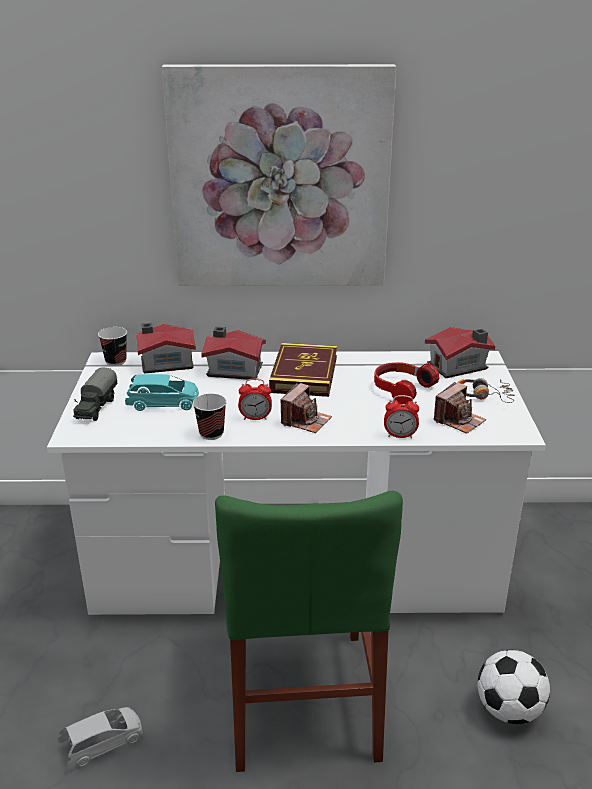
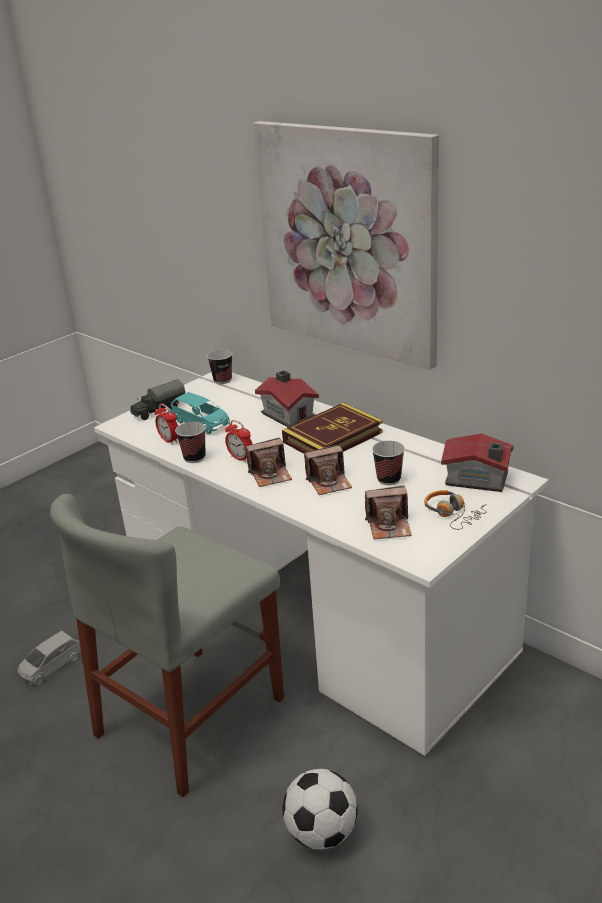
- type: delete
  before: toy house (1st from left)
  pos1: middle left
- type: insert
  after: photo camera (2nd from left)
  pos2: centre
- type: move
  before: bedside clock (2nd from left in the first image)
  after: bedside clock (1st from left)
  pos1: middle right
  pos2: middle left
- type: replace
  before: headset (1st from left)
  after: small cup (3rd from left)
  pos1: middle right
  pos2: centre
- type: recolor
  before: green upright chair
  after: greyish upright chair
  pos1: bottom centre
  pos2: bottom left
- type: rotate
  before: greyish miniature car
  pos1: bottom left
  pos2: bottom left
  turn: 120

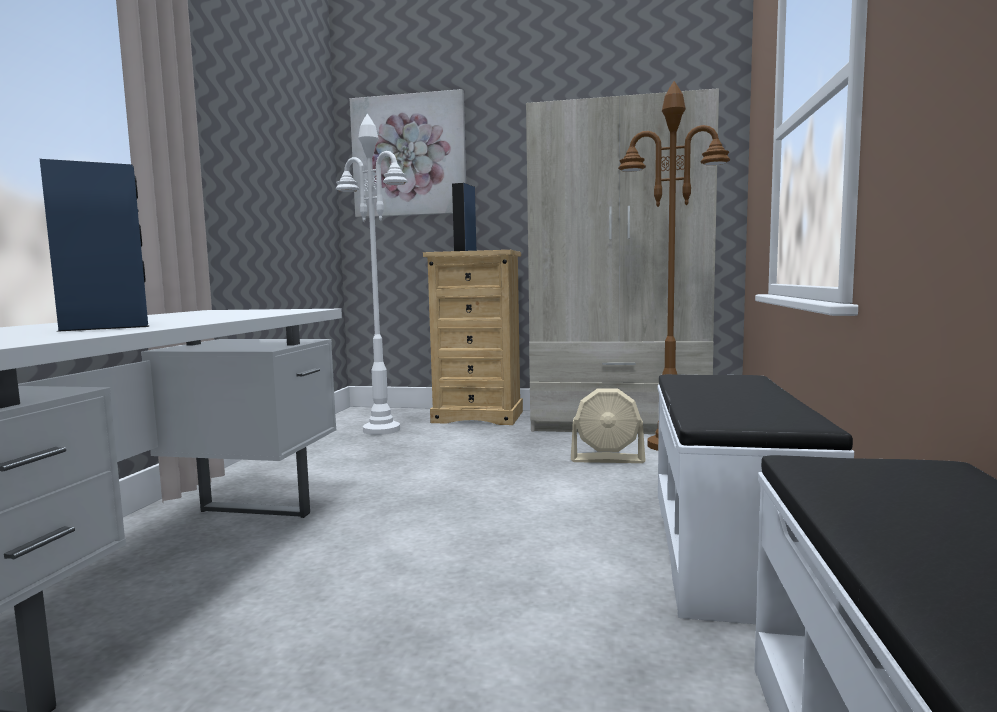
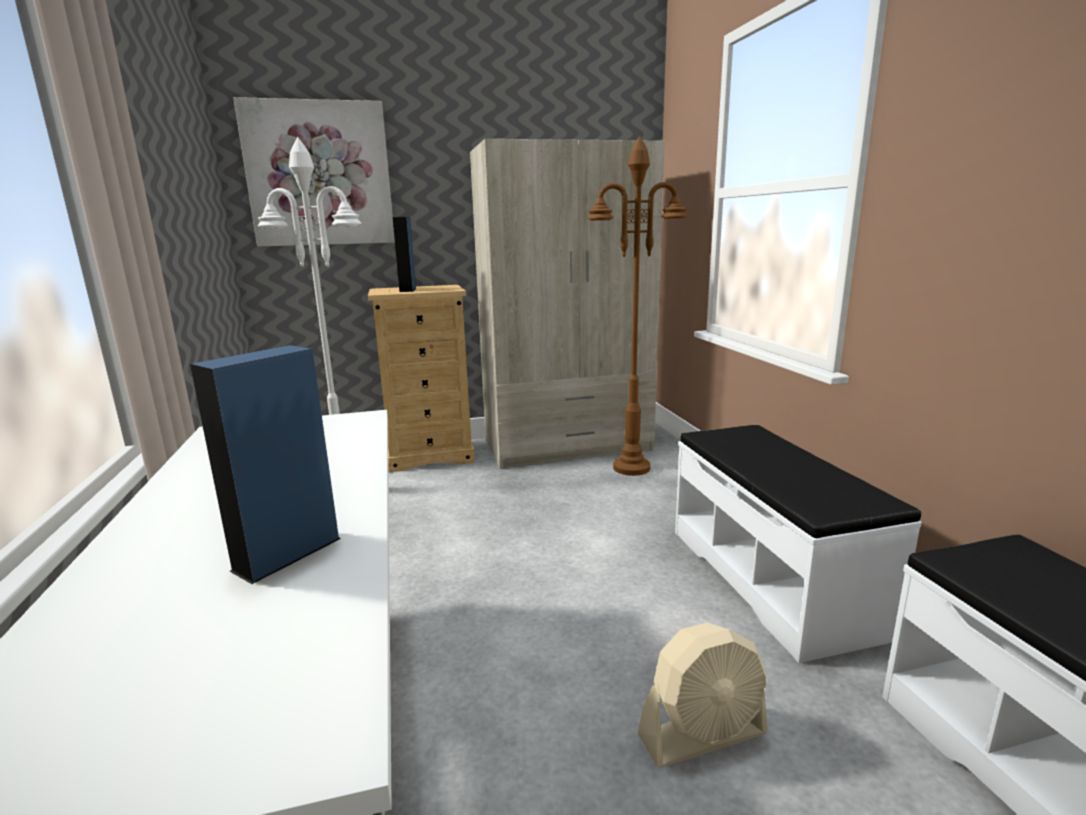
- type: move
  before: beige-coloured electric fan
  pos1: centre
  pos2: bottom centre

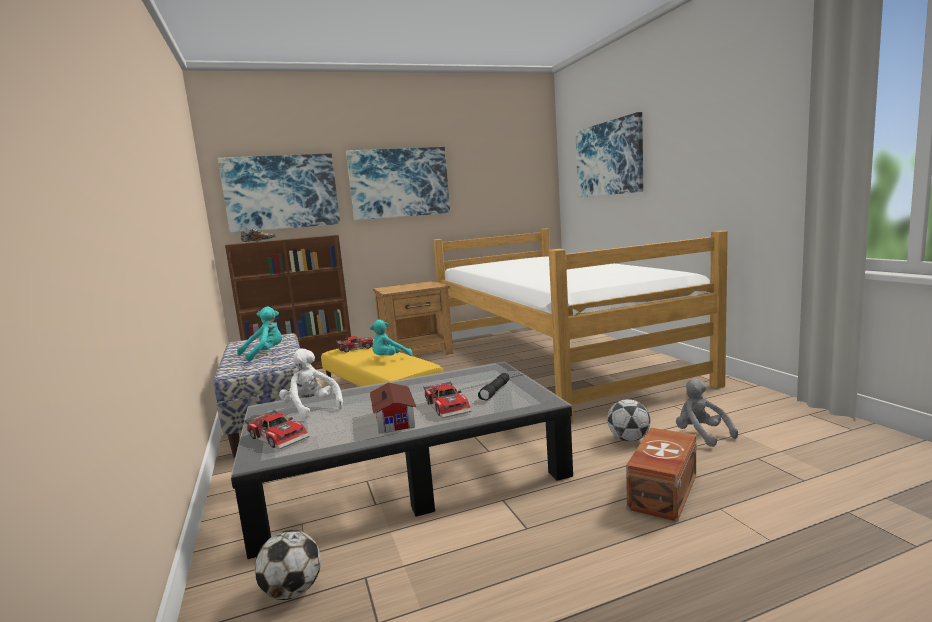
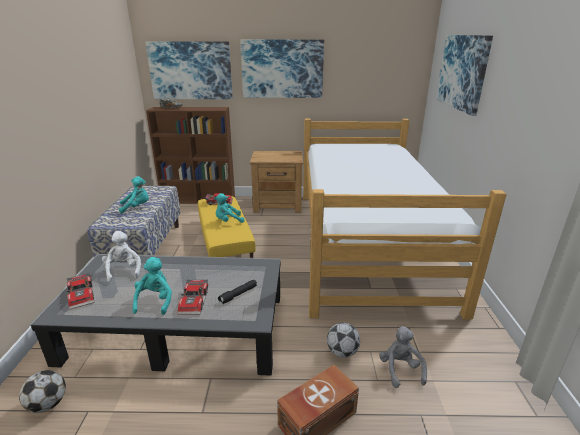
- type: replace
  before: toy house
  after: turquoise plush toy (2nd from left)
  pos1: centre
  pos2: middle left

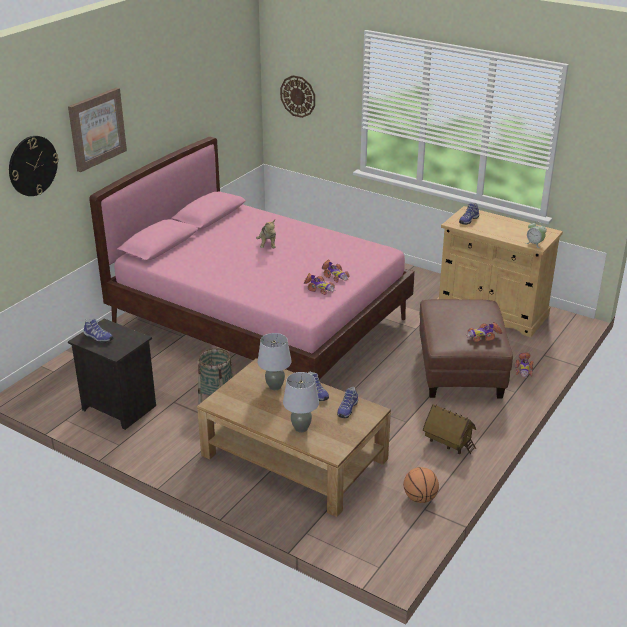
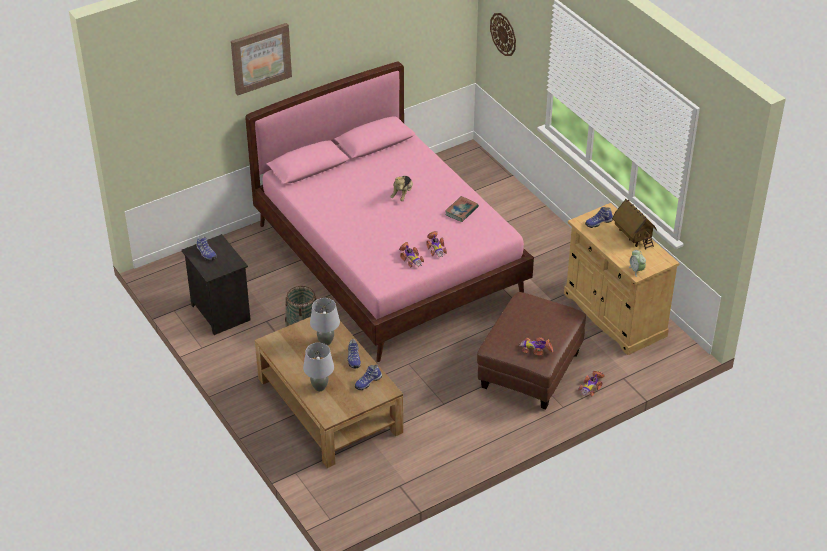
- type: delete
  before: wall clock (1st from left)
  pos1: top left
- type: delete
  before: basketball
  pos1: bottom right
- type: insert
  after: bound book
  pos2: centre
- type: move
  before: toy house
  pos1: bottom right
  pos2: middle right

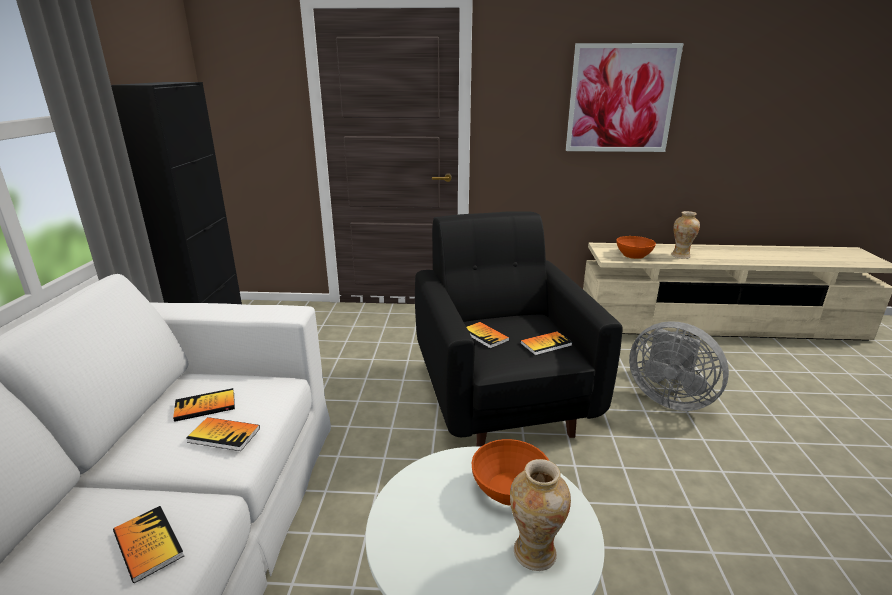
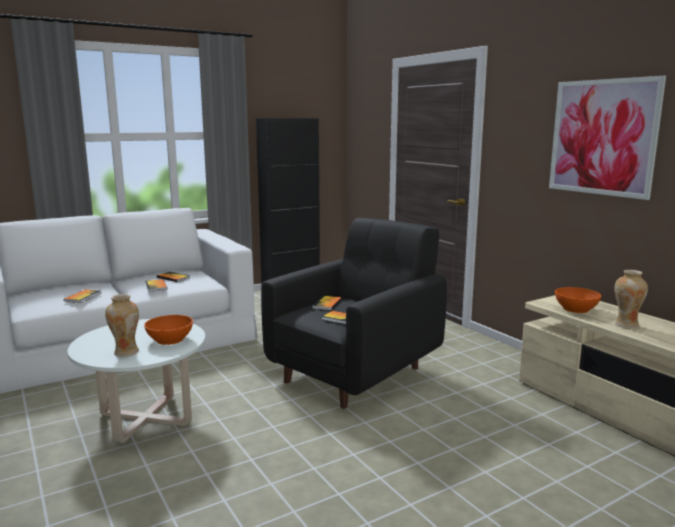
- type: delete
  before: greyish electric fan
  pos1: middle right

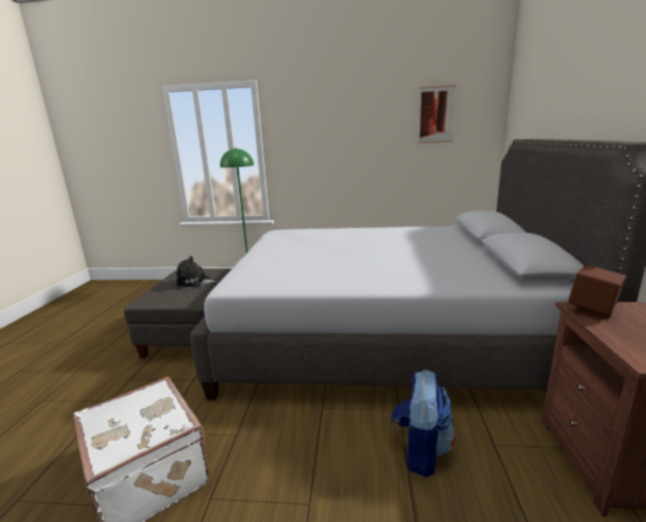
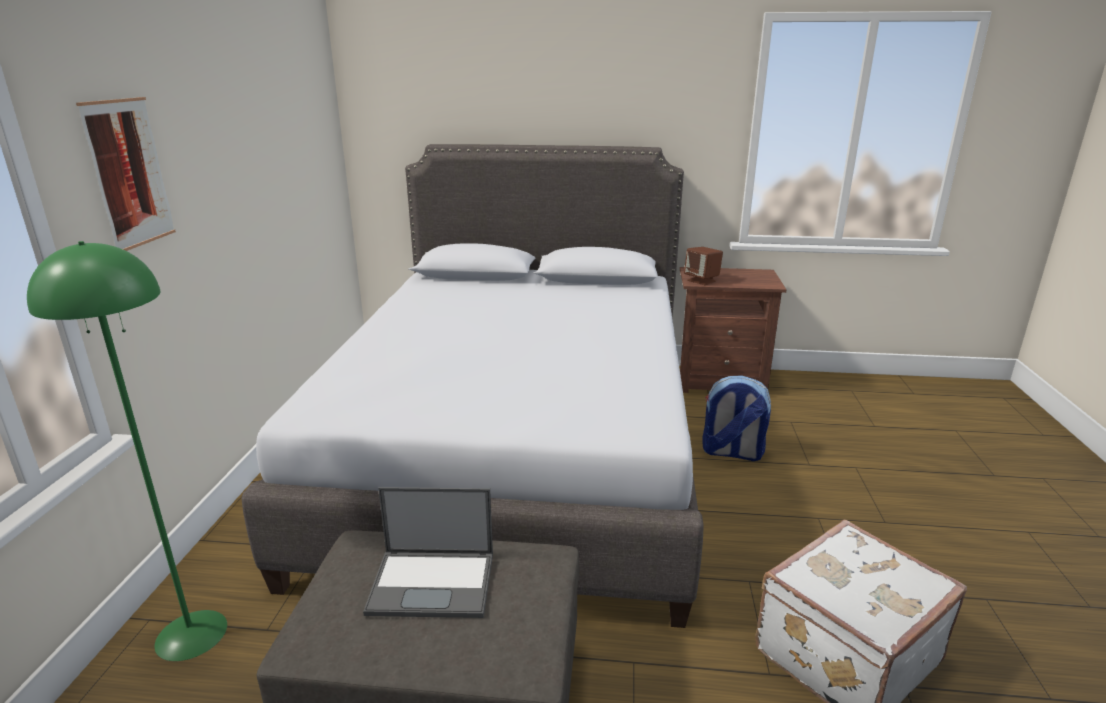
- type: move
  before: wall art
  pos1: top right
  pos2: top left
- type: replace
  before: plush toy
  after: notebook computer
  pos1: middle left
  pos2: bottom centre

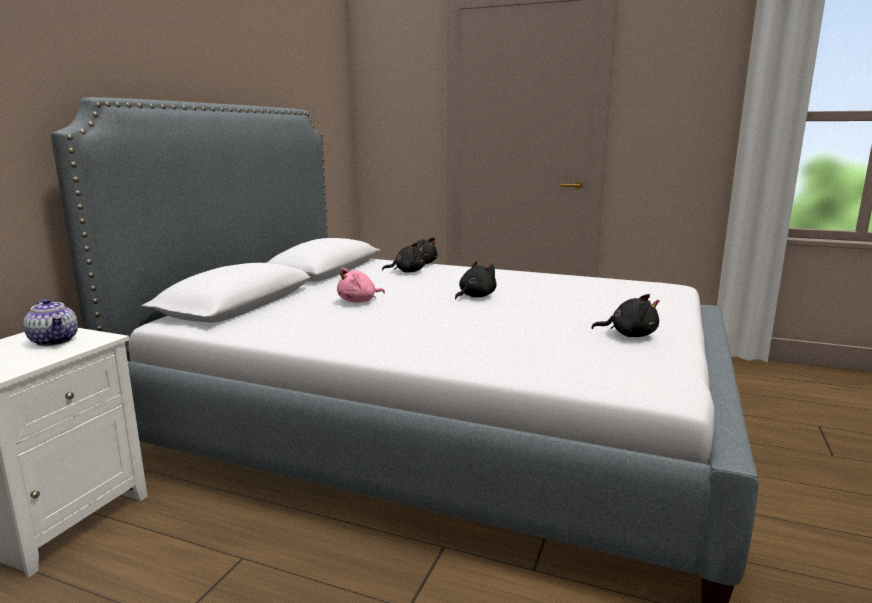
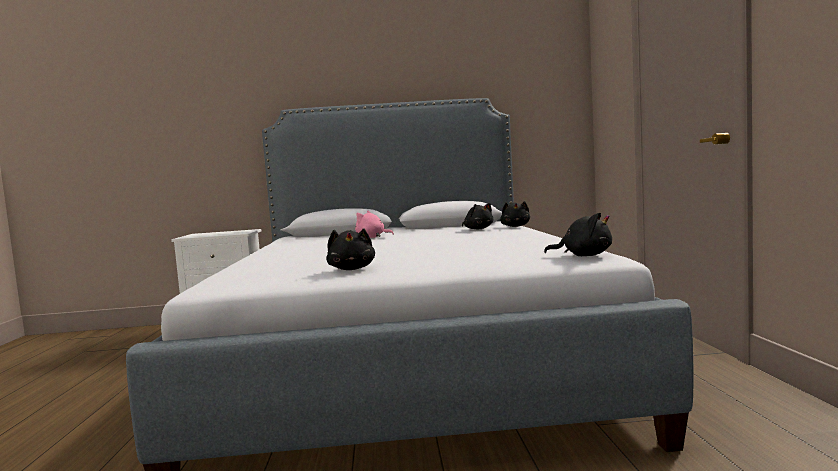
- type: delete
  before: teapot
  pos1: middle left
- type: move
  before: black-coloured plush toy (3rd from left in the first image)
  after: black-coloured plush toy (4th from left)
  pos1: centre
  pos2: middle right

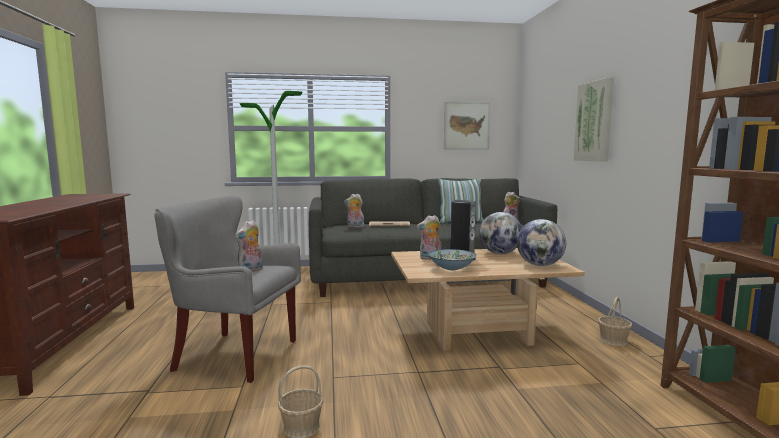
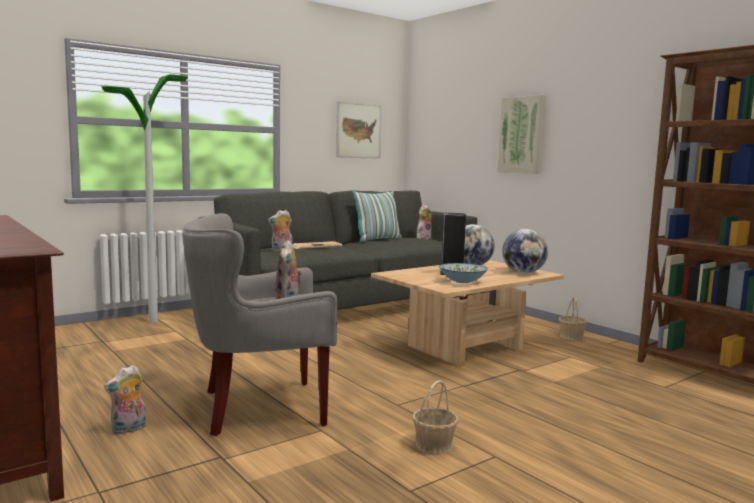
- type: move
  before: plush toy (3rd from left in the first image)
  after: plush toy (1st from left)
  pos1: centre
  pos2: bottom left

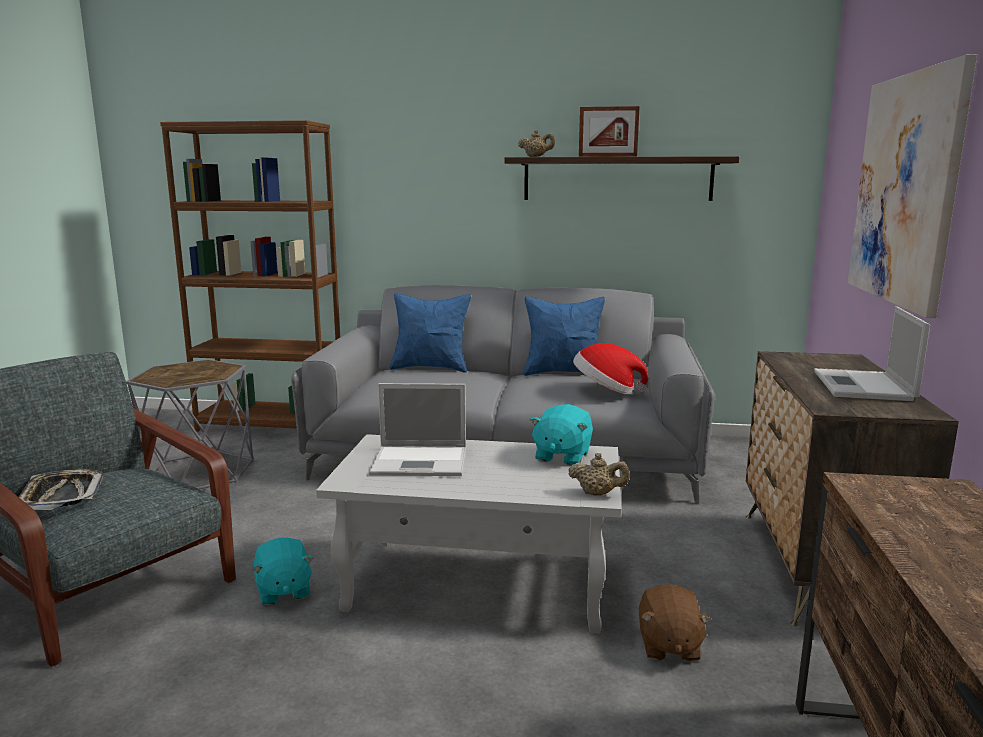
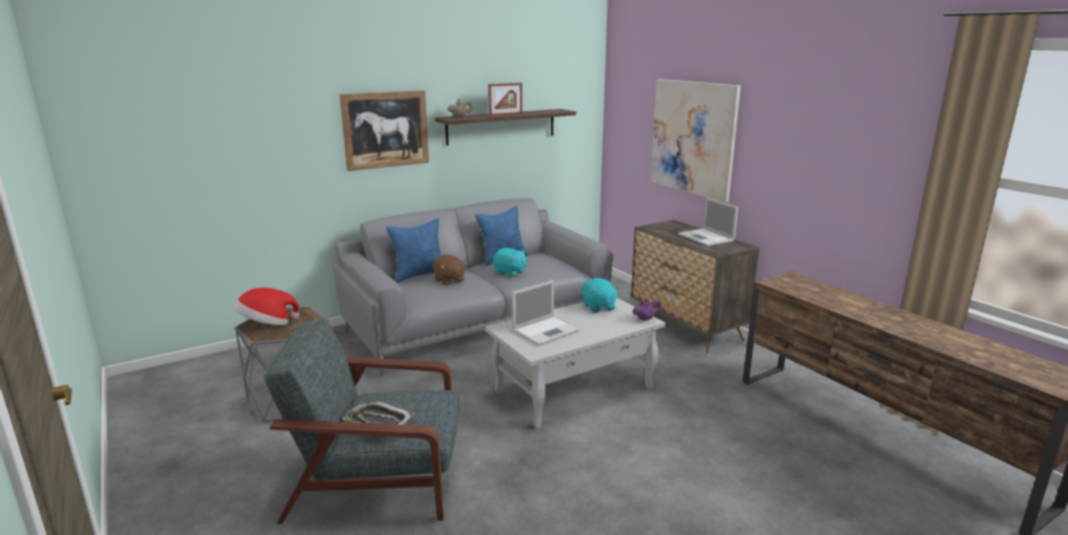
- type: delete
  before: brown-coloured shelving unit
  pos1: middle left
- type: insert
  after: wall art (1st from left)
  pos2: top centre
- type: move
  before: turquoise plush toy (1st from left)
  pos1: bottom left
  pos2: centre
- type: move
  before: clothing hat
  pos1: centre
  pos2: middle left
- type: move
  before: brown-coloured plush toy
  pos1: bottom right
  pos2: centre
- type: recolor
  before: beige-coloured teapot (2nd from left)
  after: purple-coloured teapot
  pos1: centre
  pos2: centre

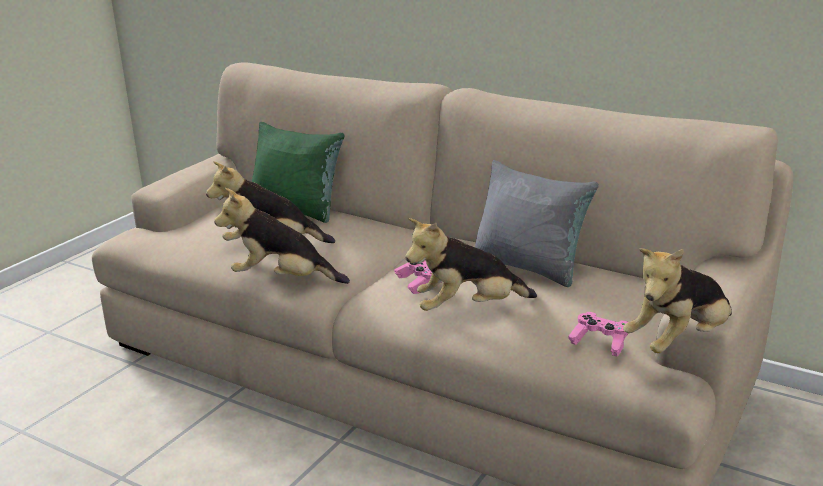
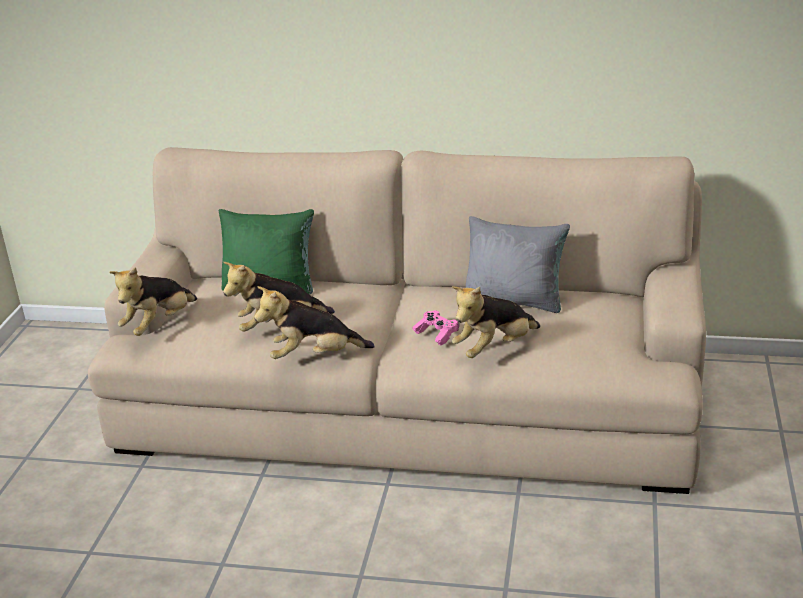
- type: delete
  before: pink gamepad (2nd from left)
  pos1: bottom right
- type: move
  before: plush toy (4th from left in the first image)
  after: plush toy (1st from left)
  pos1: middle right
  pos2: middle left

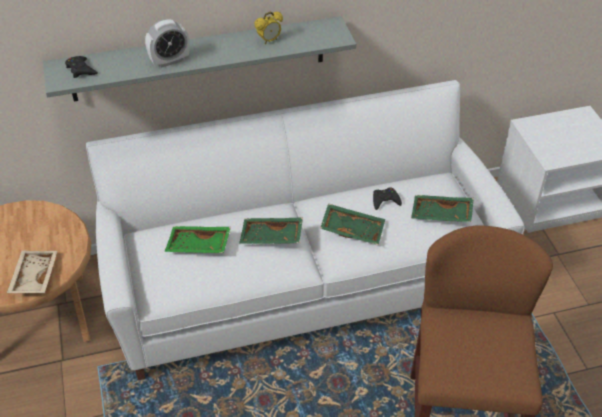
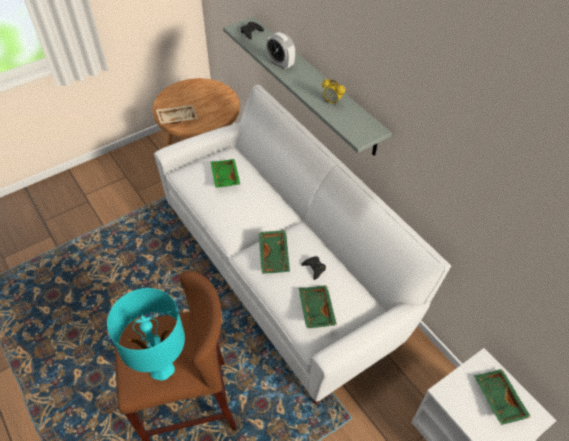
- type: insert
  after: turquoise table lamp
  pos2: bottom left
- type: move
  before: green tray (2nd from left in the first image)
  after: green tray (4th from left)
  pos1: centre
  pos2: bottom right

